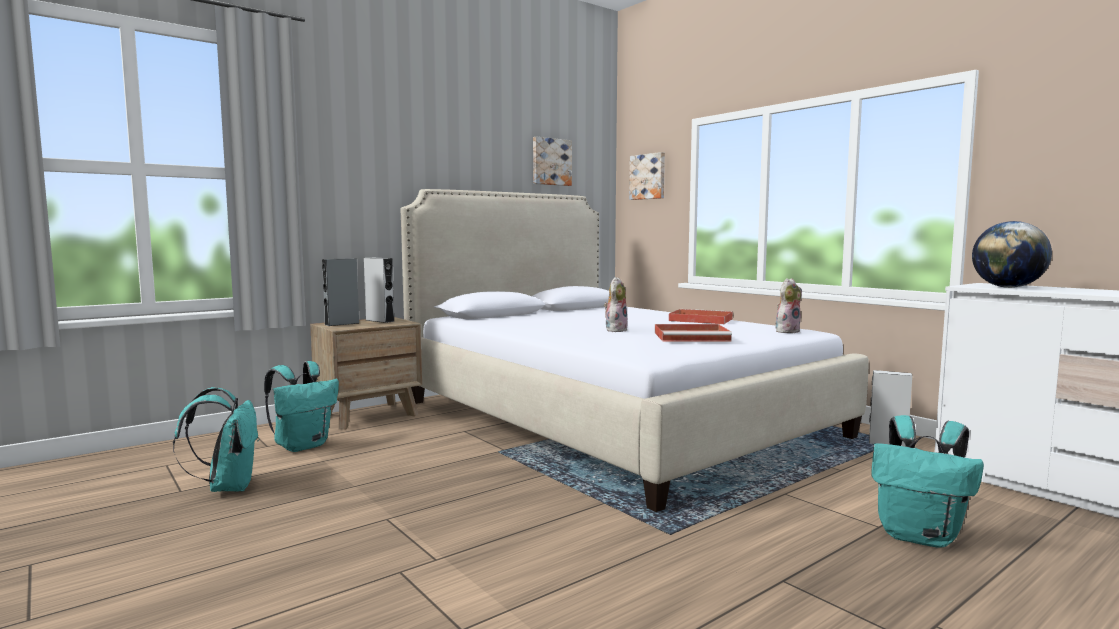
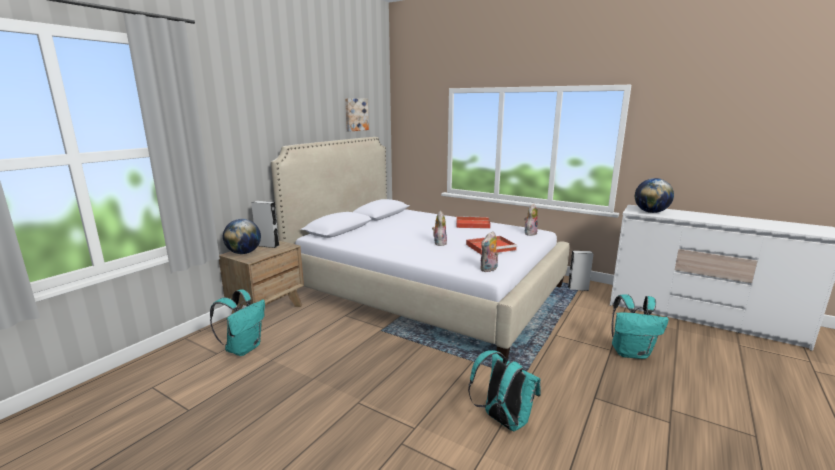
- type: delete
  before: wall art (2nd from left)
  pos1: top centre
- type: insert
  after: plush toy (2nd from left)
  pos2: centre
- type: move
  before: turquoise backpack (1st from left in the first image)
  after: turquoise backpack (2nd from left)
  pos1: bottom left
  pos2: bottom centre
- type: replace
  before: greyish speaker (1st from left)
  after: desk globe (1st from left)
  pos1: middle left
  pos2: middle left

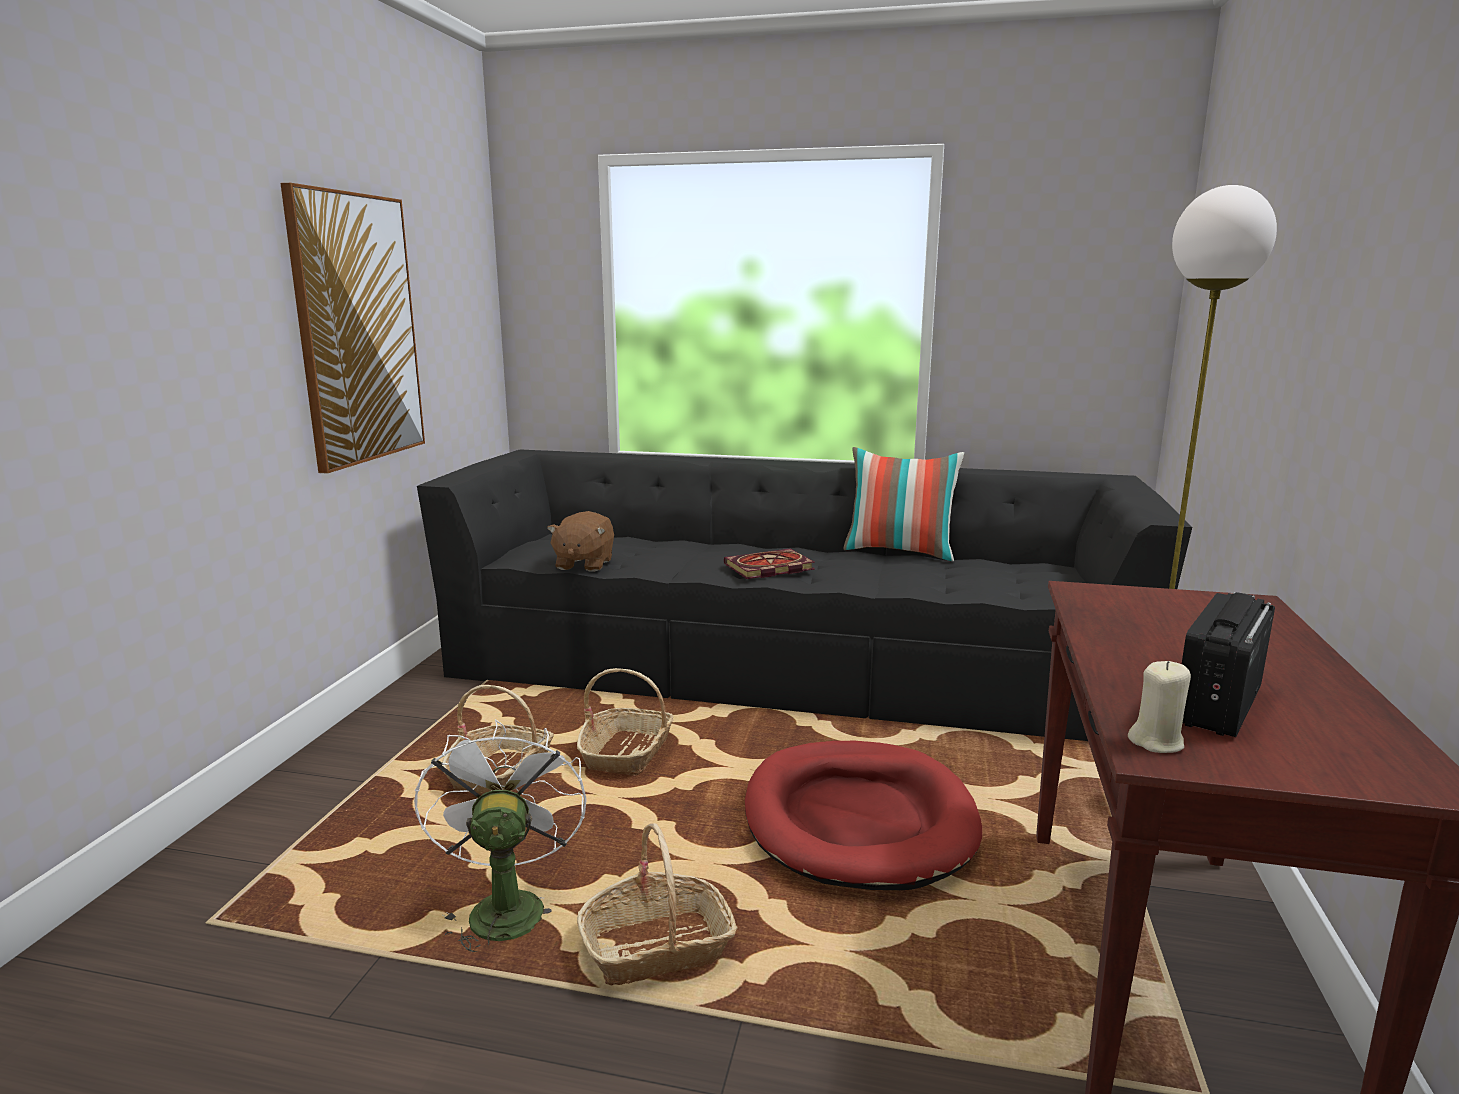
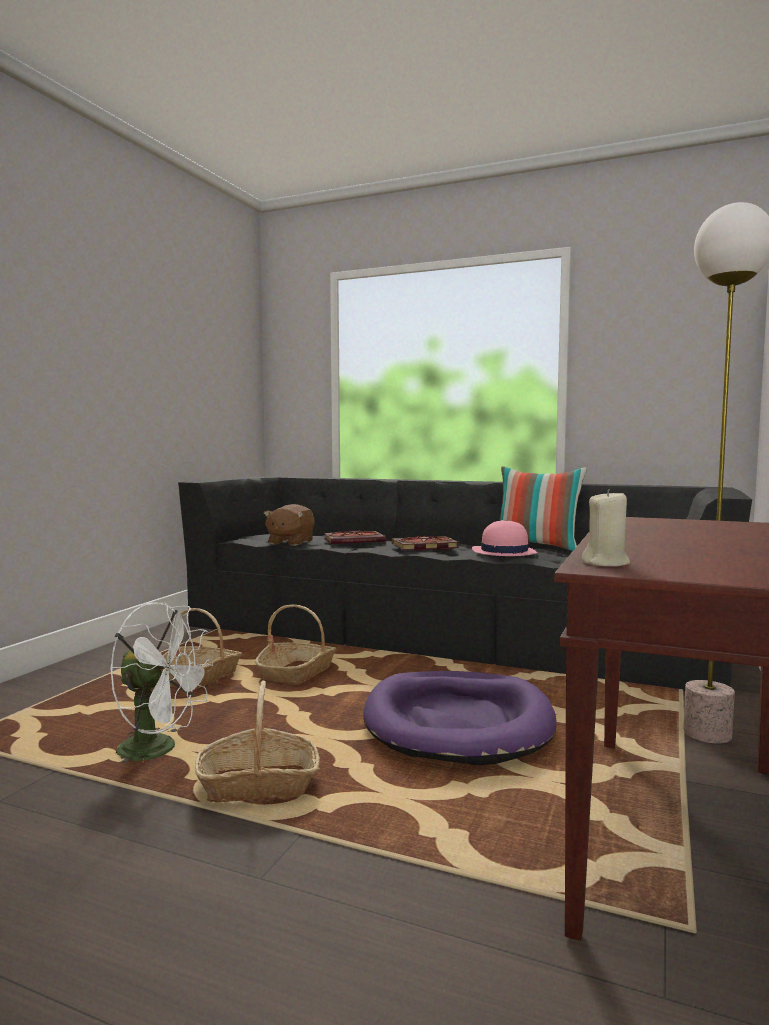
- type: delete
  before: wall art
  pos1: top left
- type: delete
  before: radio receiver
  pos1: middle right
- type: insert
  after: bound book (1st from left)
  pos2: centre
- type: insert
  after: pink clothing hat
  pos2: centre
- type: recolor
  before: reddish pet bed
  after: purple-coloured pet bed
  pos1: bottom centre
  pos2: bottom centre
- type: rotate
  before: white electric fan
  pos1: bottom centre
  pos2: middle left
  turn: 105

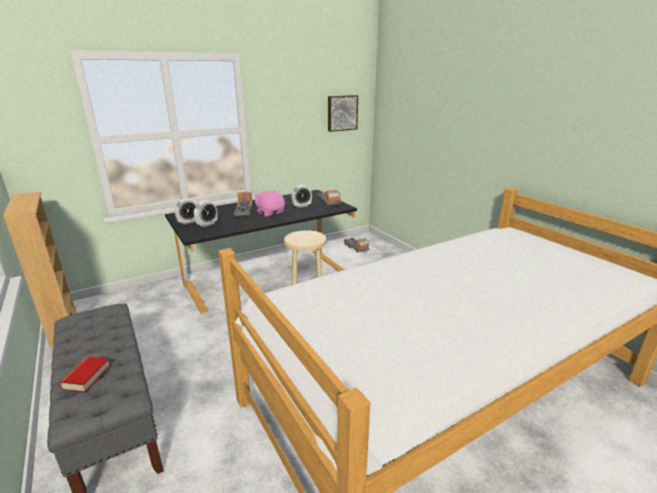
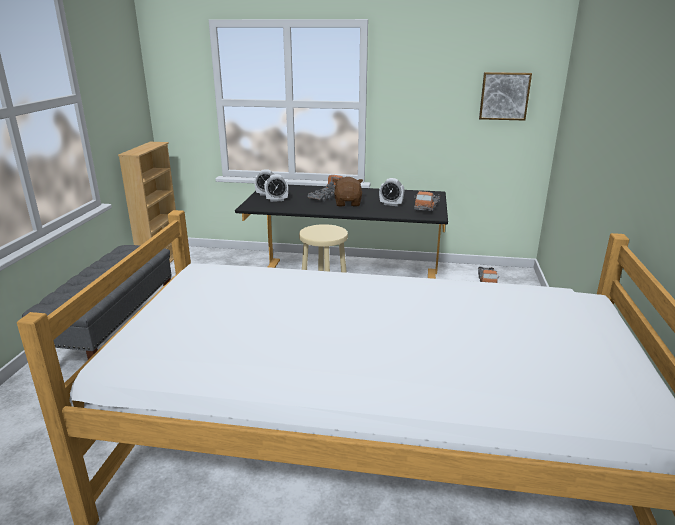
- type: delete
  before: bound book
  pos1: bottom left
- type: recolor
  before: pink plush toy
  after: brown-coloured plush toy
  pos1: centre
  pos2: centre

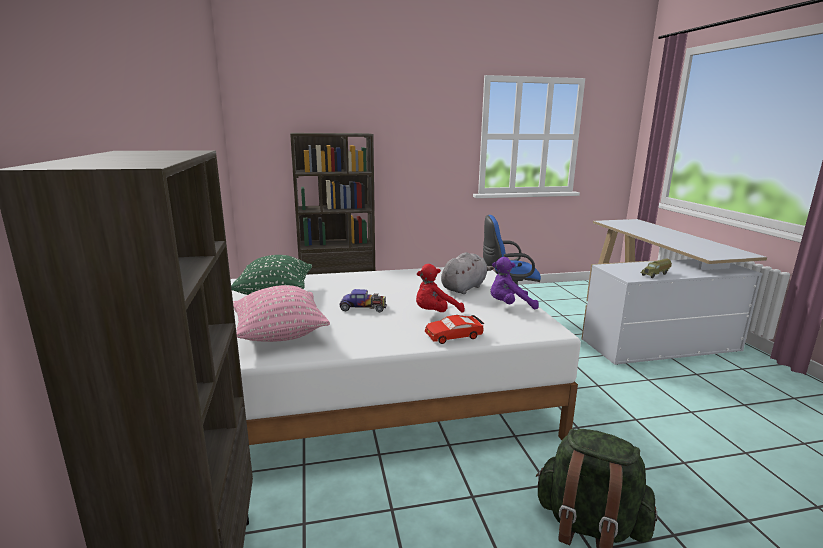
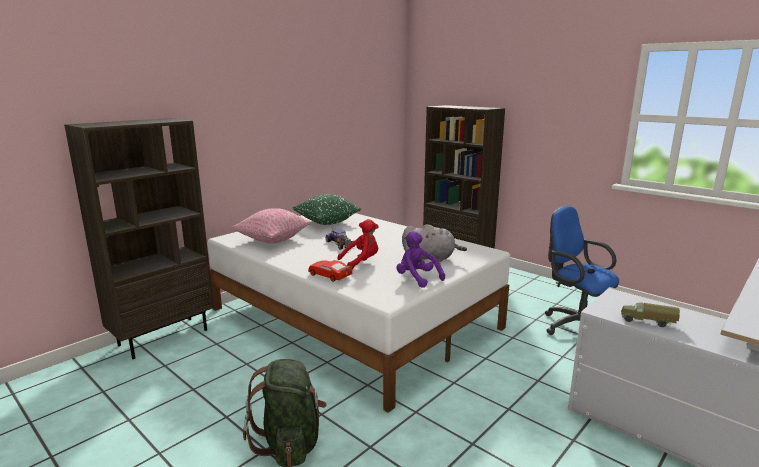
- type: rotate
  before: reddish plush toy
  pos1: centre
  pos2: centre
  turn: 135

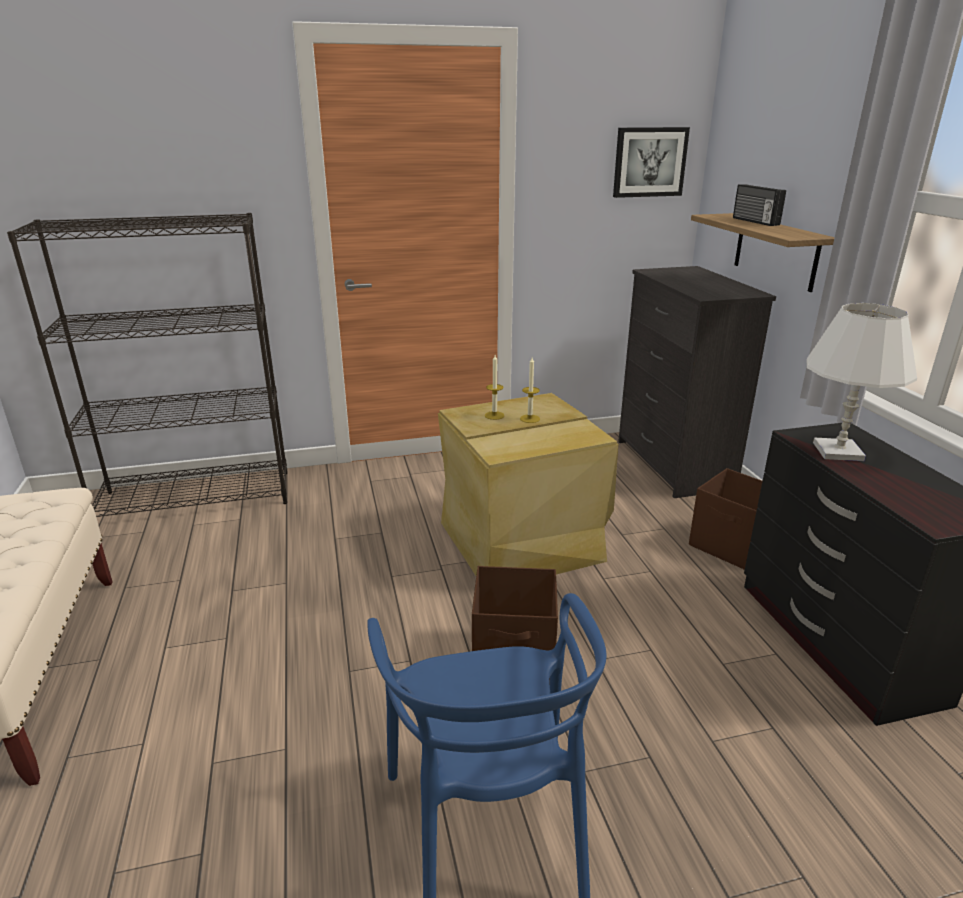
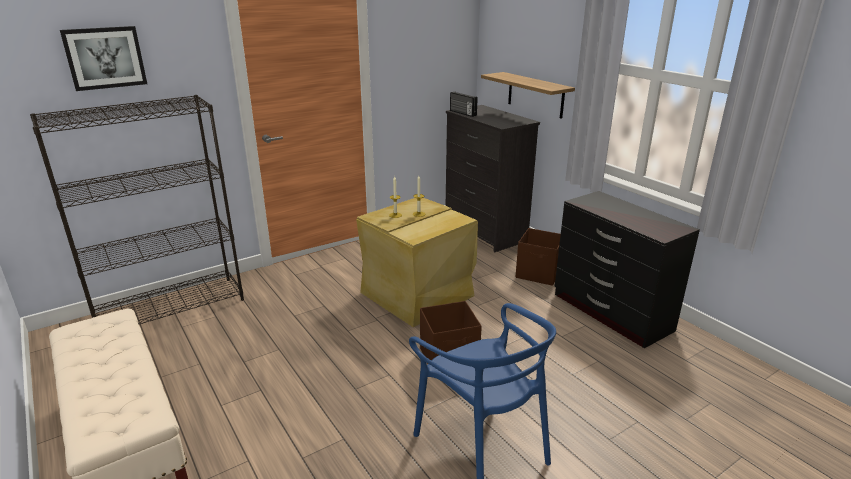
- type: delete
  before: white table lamp
  pos1: middle right
- type: move
  before: wall art
  pos1: top right
  pos2: top left
- type: move
  before: radio receiver
  pos1: top right
  pos2: top centre

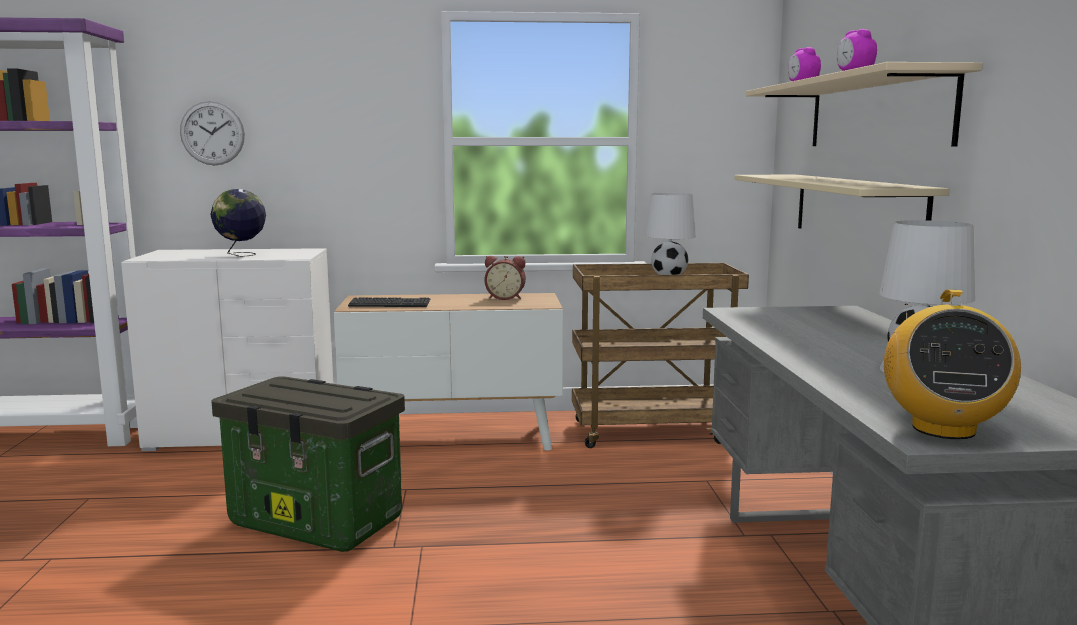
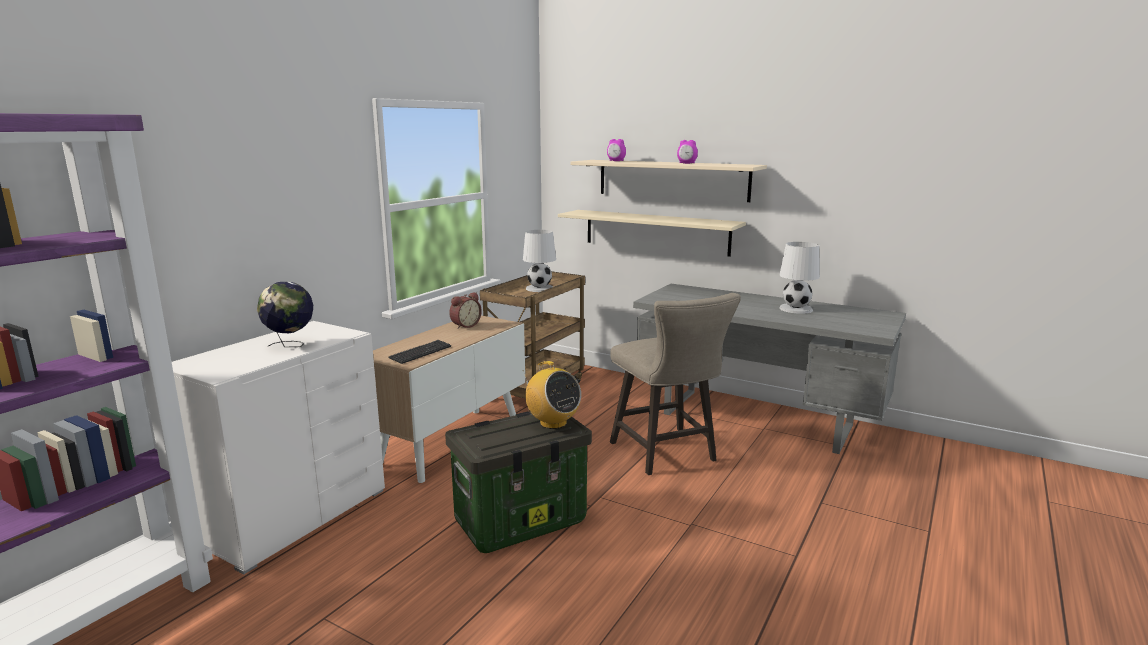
- type: delete
  before: wall clock
  pos1: top left
- type: insert
  after: beige-coloured sitting stool
  pos2: centre
- type: move
  before: radio receiver
  pos1: middle right
  pos2: centre

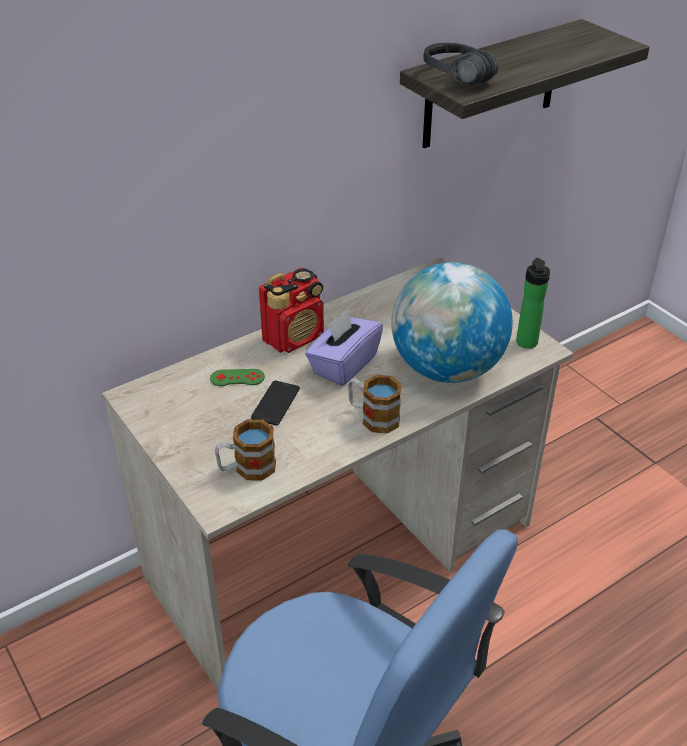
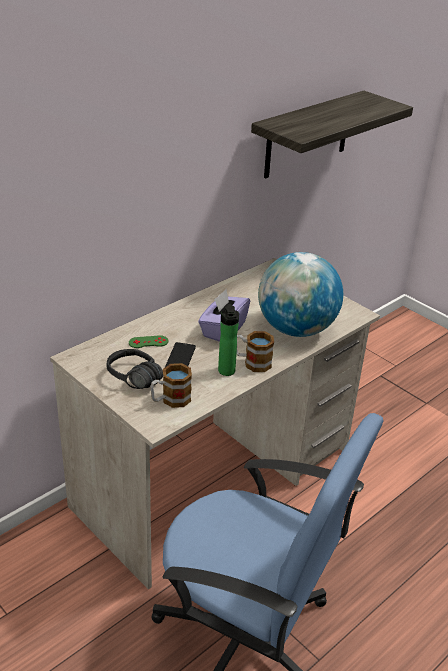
- type: delete
  before: radio receiver
  pos1: centre
- type: move
  before: black-coloured headset
  pos1: top right
  pos2: middle left
- type: move
  before: bottle
  pos1: middle right
  pos2: centre

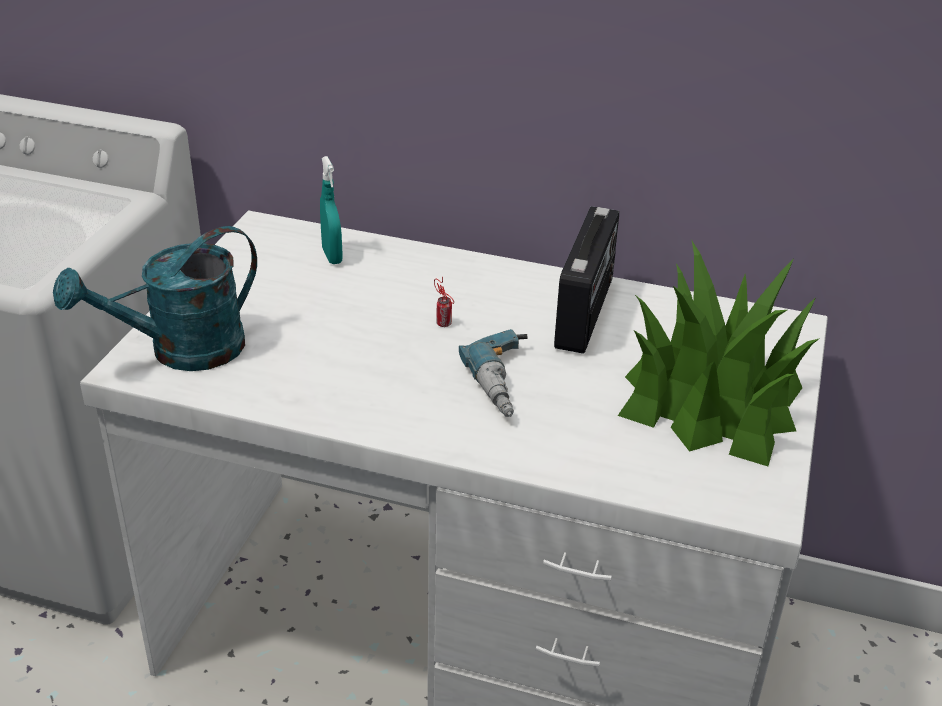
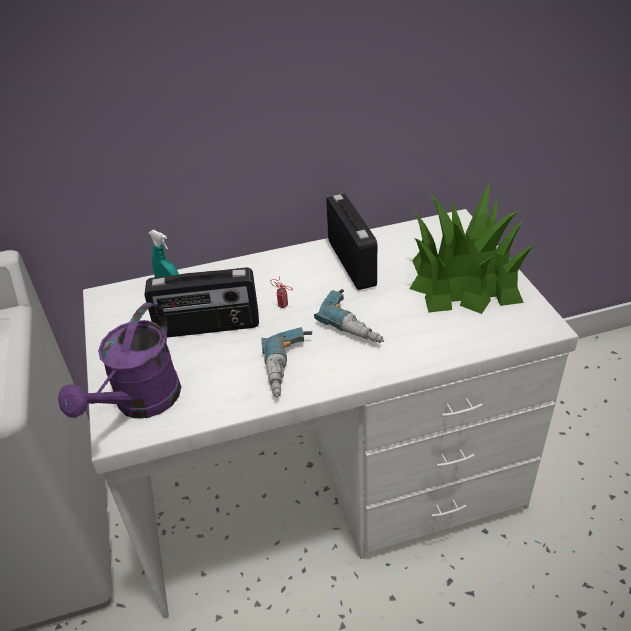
- type: insert
  after: radio receiver (1st from left)
  pos2: middle left
- type: insert
  after: drill (1st from left)
  pos2: centre
- type: recolor
  before: turquoise watering pot
  after: purple-coloured watering pot
  pos1: middle left
  pos2: middle left

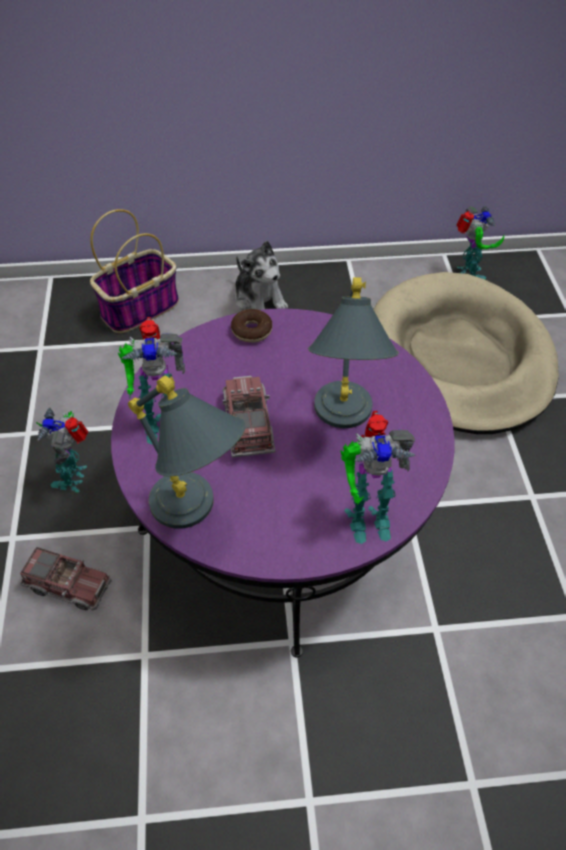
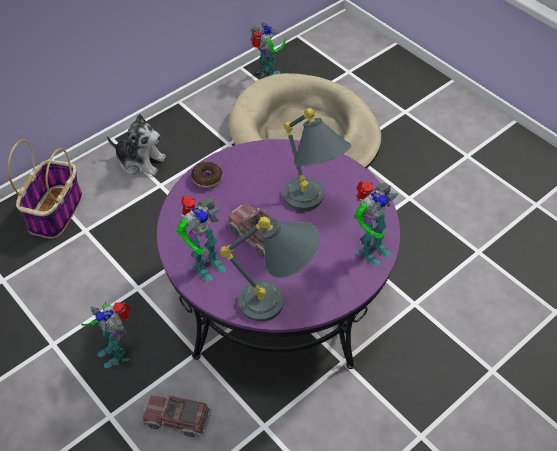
- type: rotate
  before: toy lorry (1st from left)
  pos1: bottom left
  pos2: bottom left
  turn: -150

